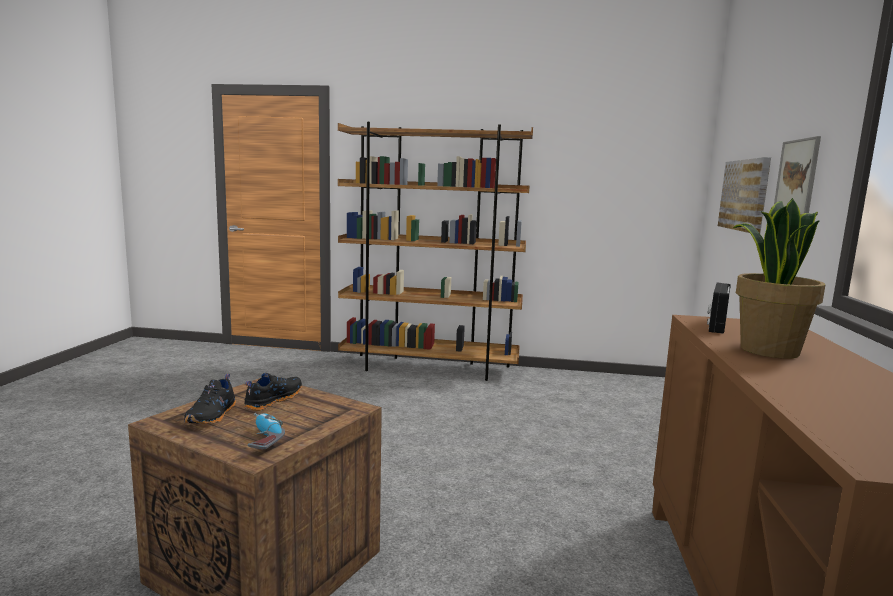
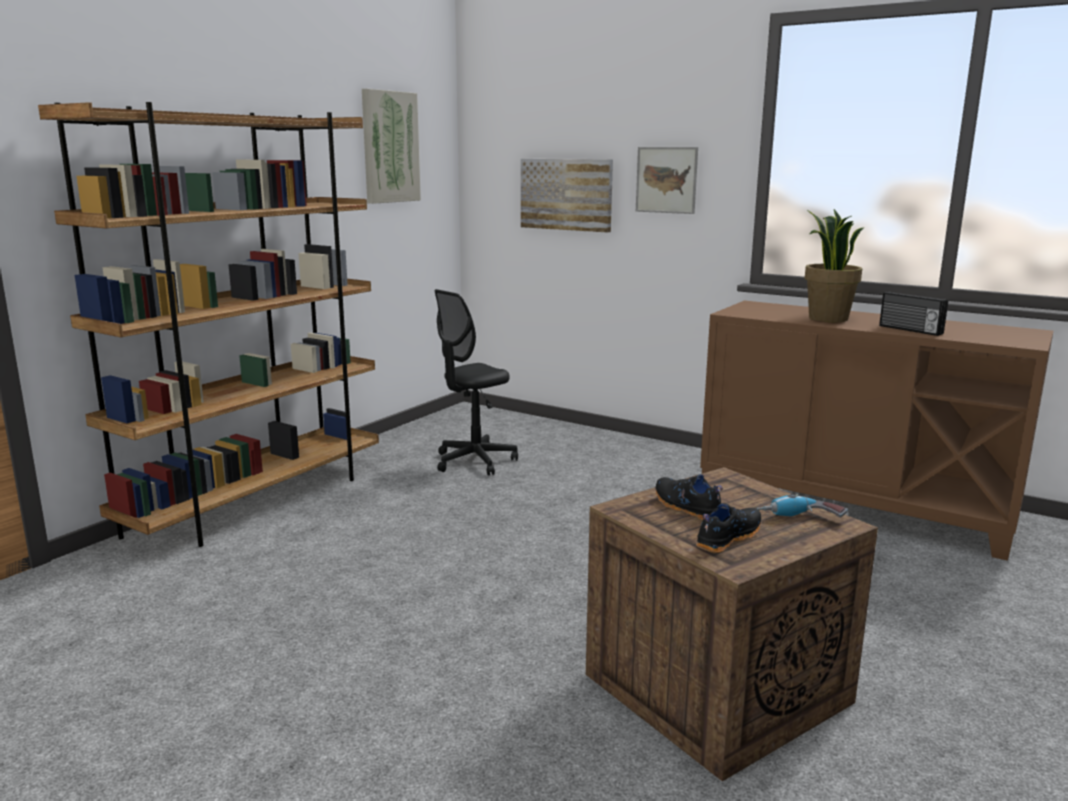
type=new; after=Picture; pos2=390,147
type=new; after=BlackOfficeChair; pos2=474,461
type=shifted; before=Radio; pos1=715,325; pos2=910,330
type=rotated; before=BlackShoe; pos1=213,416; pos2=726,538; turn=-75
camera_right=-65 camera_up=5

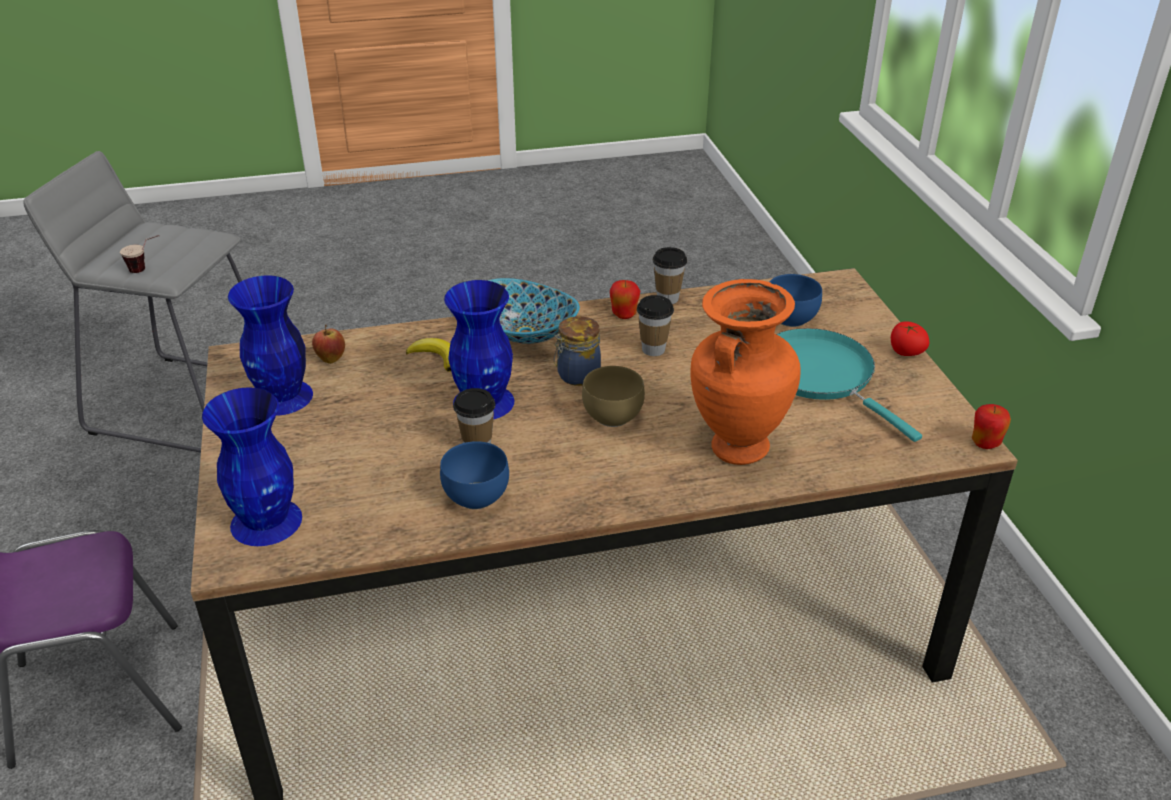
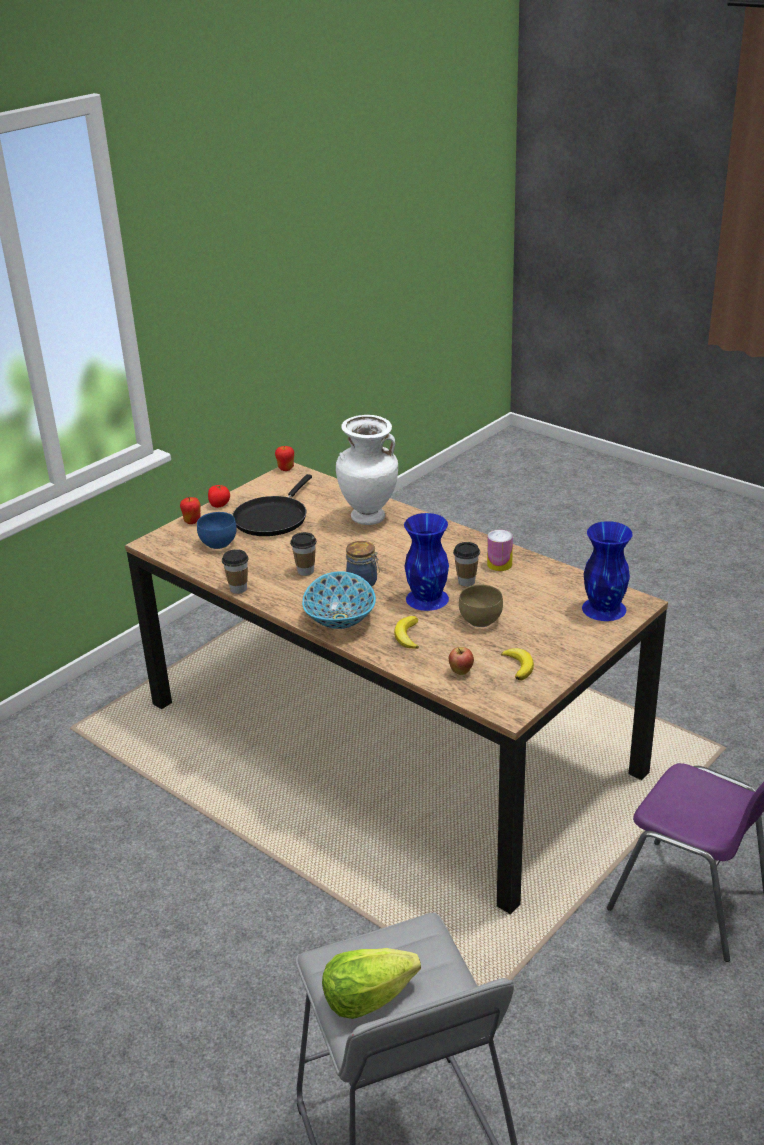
type=gone; before=Cup; pos1=146,269
type=new; after=Lettuce; pos2=367,998
type=shifted; before=BrownBowl; pos1=615,416; pos2=479,620
type=shifted; before=Apple; pos1=624,315; pos2=192,521
type=swapped; before=BlueVase; after=Banana; pos1=281,397; pos2=519,666
type=swapped; before=BlueBowl; after=Can; pos1=478,496; pos2=499,564
type=repainted; before=OrangeVase; after=WhiteVase; pos1=736,448; pos2=369,518
type=repainted; before=TurquoiseFryingPan; after=BlackFryingPan; pos1=821,376; pos2=272,518
camera_right=-125 camera_up=-5

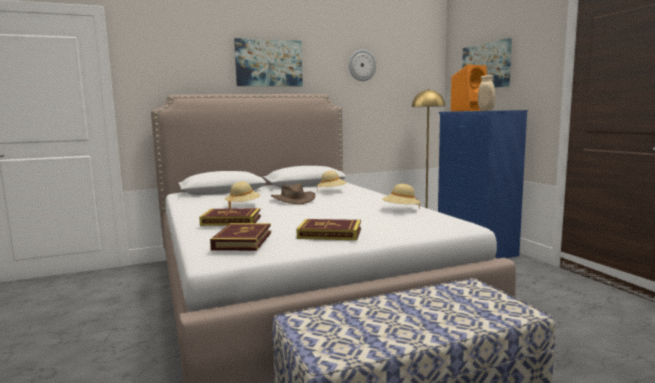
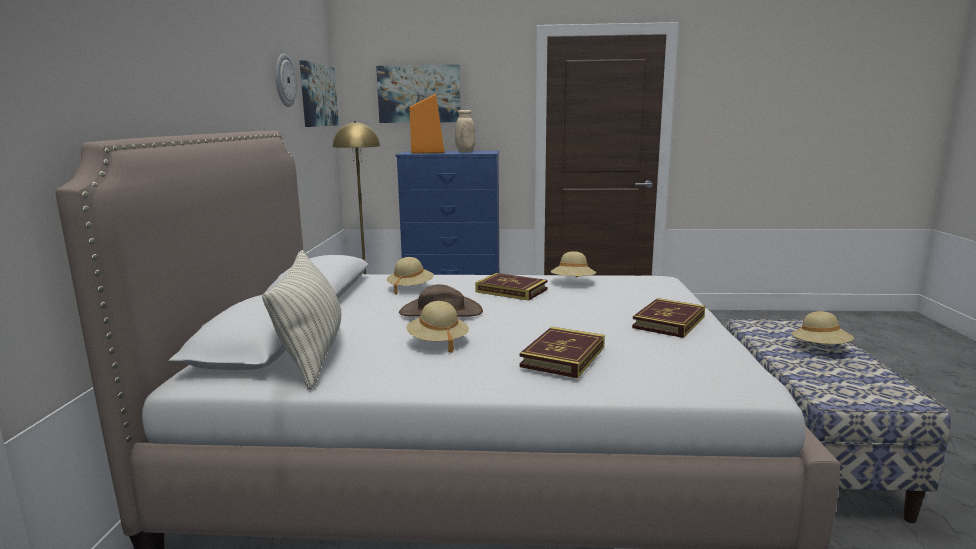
type=new; after=Pillow; pos2=312,353
type=new; after=BeigeHat; pos2=820,348
type=shifted; before=Book; pos1=242,241; pos2=511,290
type=shifted; before=Picture; pos1=269,63; pos2=318,95
camera_right=-65 camera_up=5

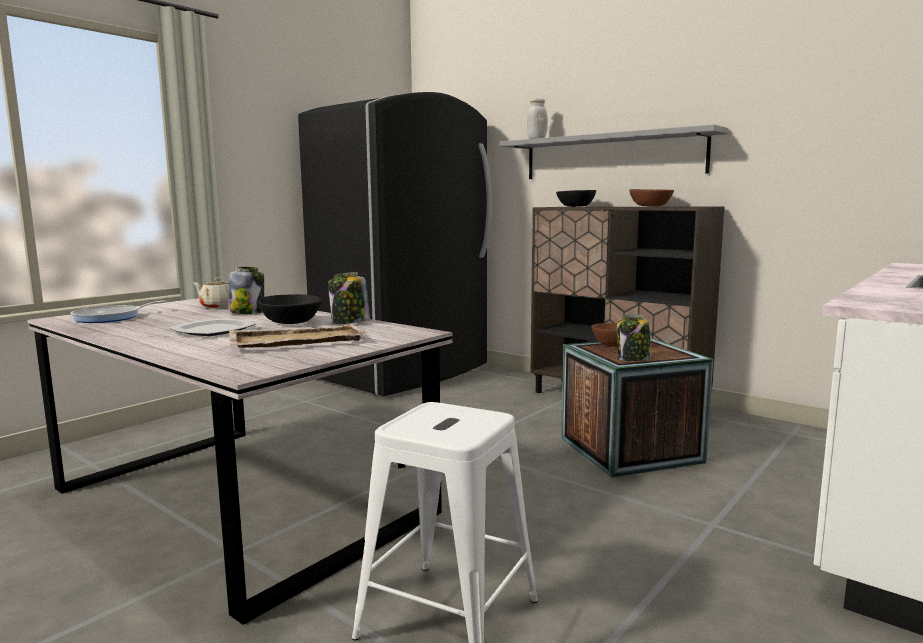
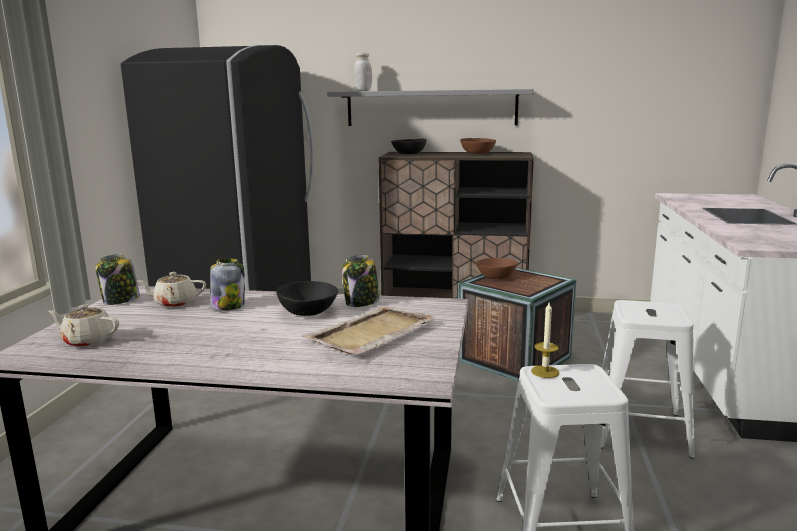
type=gone; before=Plate; pos1=214,330
type=new; after=Candle; pos2=545,372
type=new; after=WhiteStool; pos2=640,430
type=shifted; before=Jar; pos1=633,359; pos2=120,300
type=swapped; before=FryingPan; after=BeigeTeapot; pos1=111,317; pos2=87,341
camera_right=-30 camera_up=5

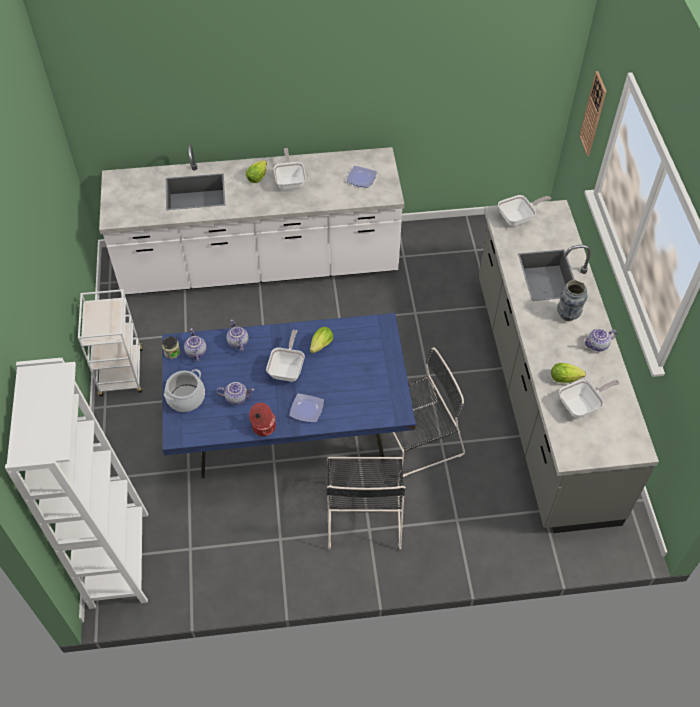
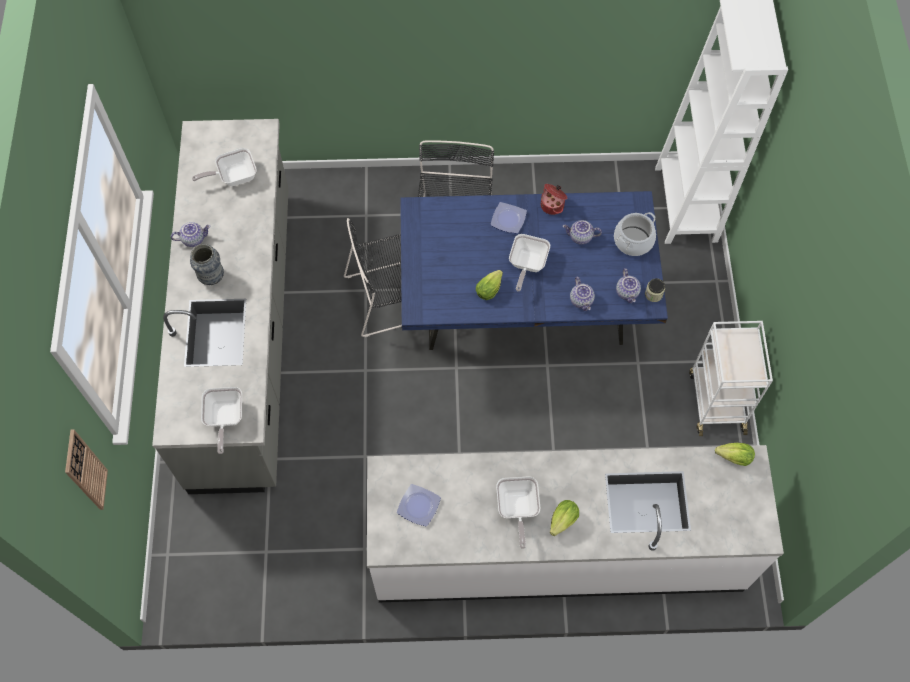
type=shifted; before=Lettuce; pos1=566,378; pos2=731,457
type=rotated; before=FryingPan; pos1=518,218; pos2=224,419; turn=-75
camera_right=-175 camera_up=10

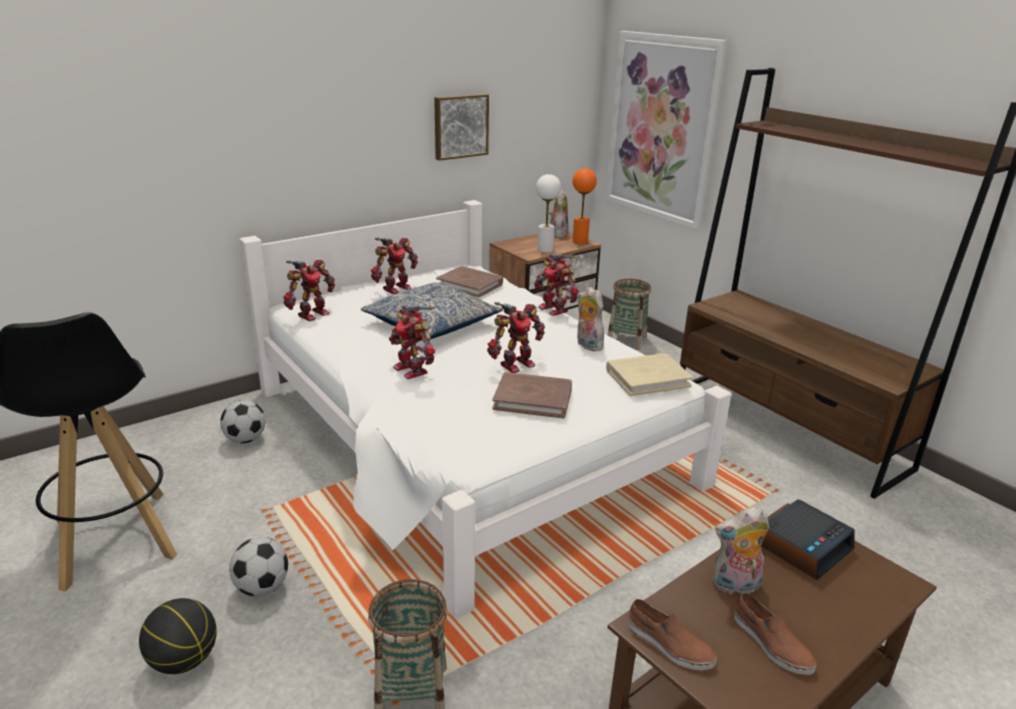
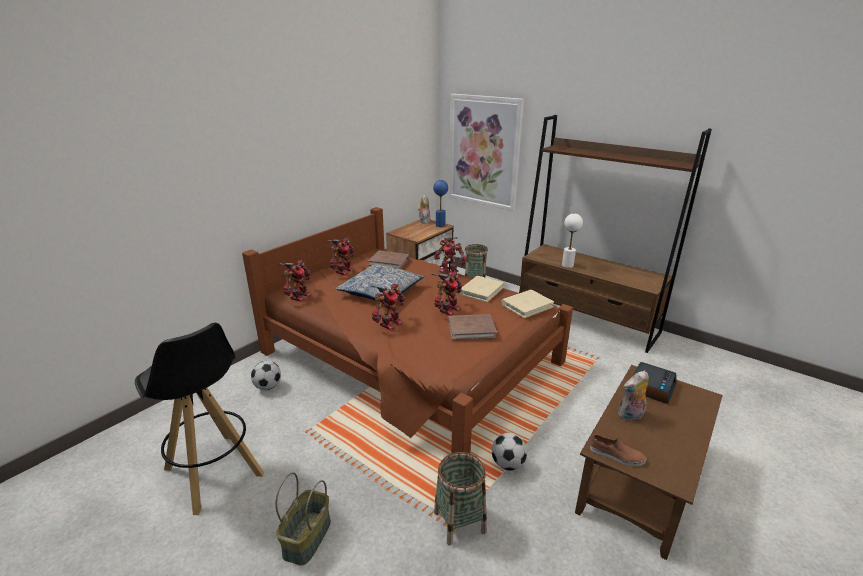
type=gone; before=Picture; pos1=460,126
type=gone; before=BrownShoe; pos1=771,643
type=shifted; before=Football; pos1=262,587; pos2=507,464
type=shifted; before=WhiteTableLamp; pos1=545,250; pos2=567,265
type=swapped; before=Basketball; after=Basket; pos1=184,660; pos2=308,538
type=swapped; before=PlushToy; after=BeigeBook; pos1=587,345; pos2=481,291
type=repainted; before=WhiteBed; after=BrownBed; pos1=467,436; pos2=410,358
type=repainted; before=OrangeTableLamp; after=BlueTableLamp; pos1=580,241; pos2=440,225
type=rotated; before=ToyRobot; pos1=412,369; pos2=389,323; turn=-90
camera_right=-15 camera_up=0

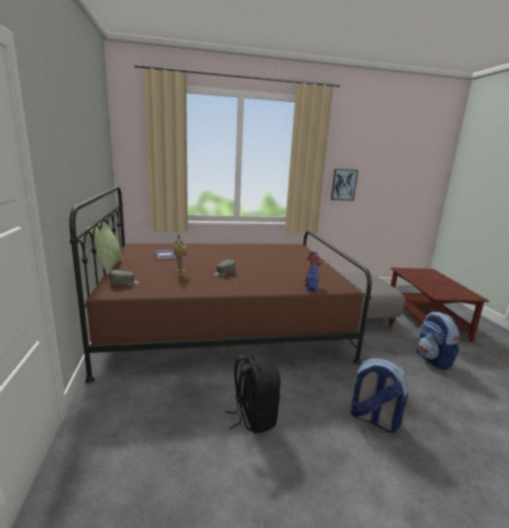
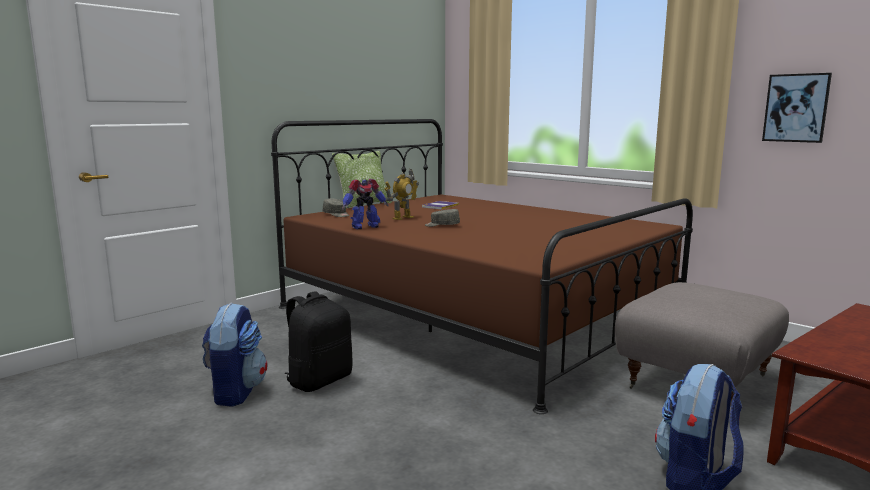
type=shifted; before=ToyRobot; pos1=311,288; pos2=364,227
type=shifted; before=Backpack; pos1=373,419; pos2=236,392
camera_right=55 camera_up=-5

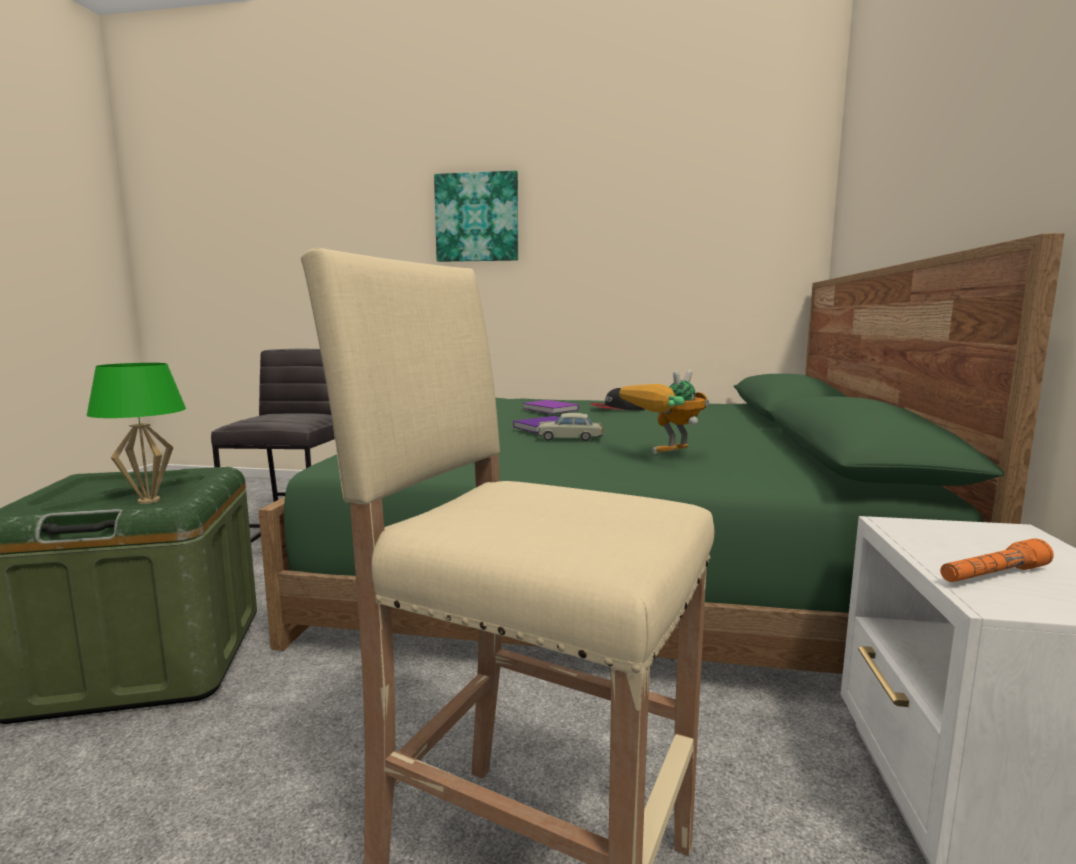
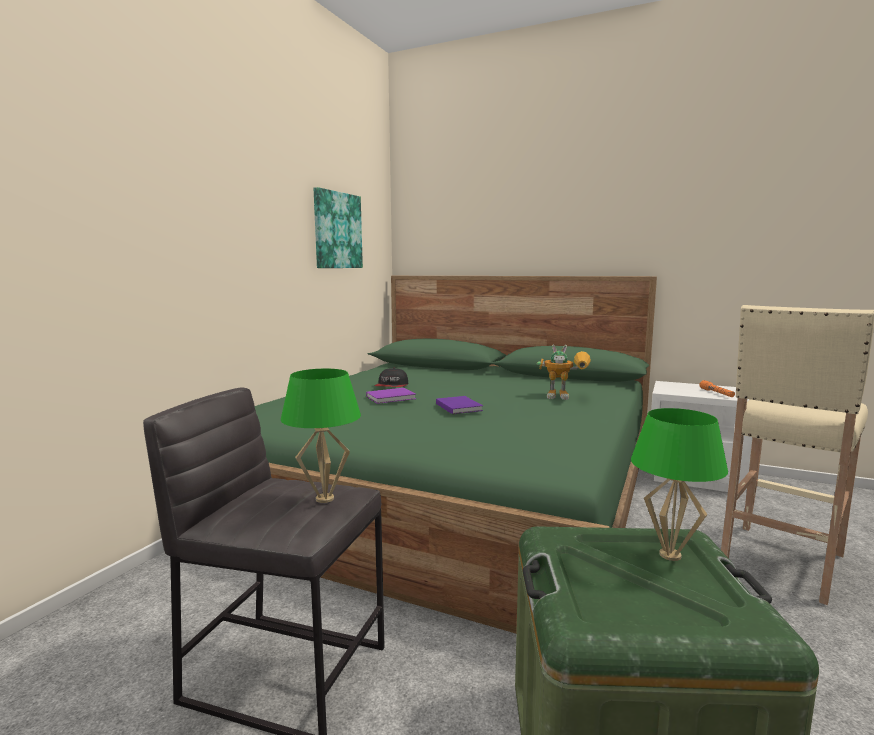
type=gone; before=BeigeToyCar; pos1=570,438
type=new; after=GreenTableLamp; pos2=325,499
type=shifted; before=Picture; pos1=477,218; pos2=337,230
type=rotated; before=ToyRobot; pos1=665,457; pos2=566,397; turn=-60
camera_right=-75 camera_up=0

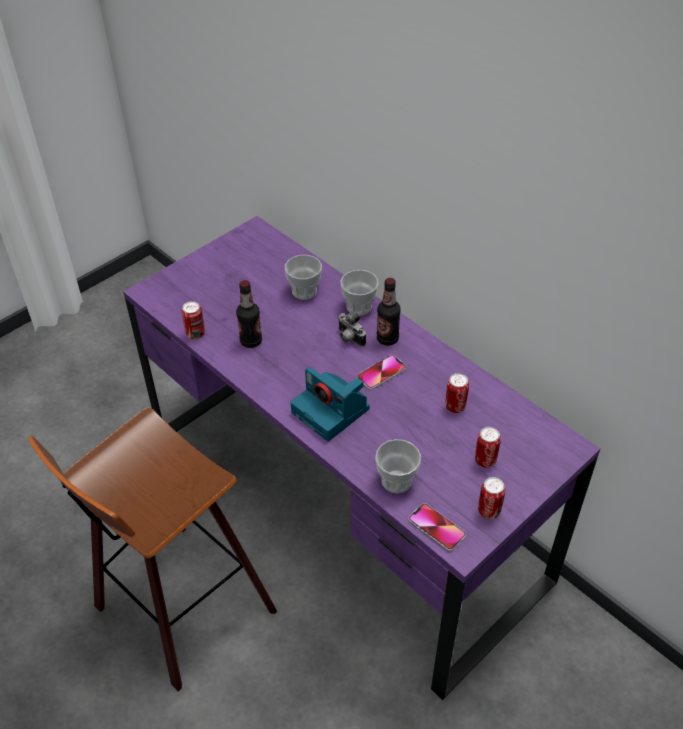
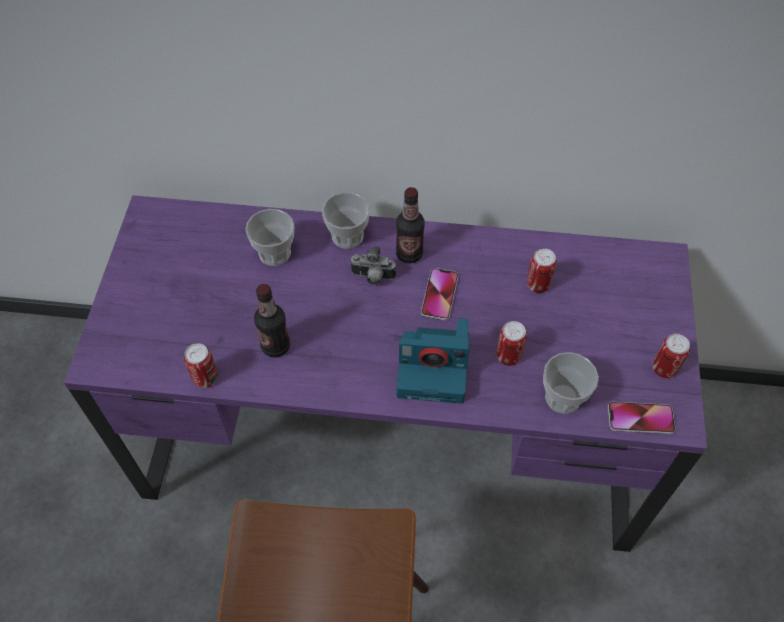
type=shifted; before=Can; pos1=485,460; pos2=508,356
camera_right=-40 camera_up=10

